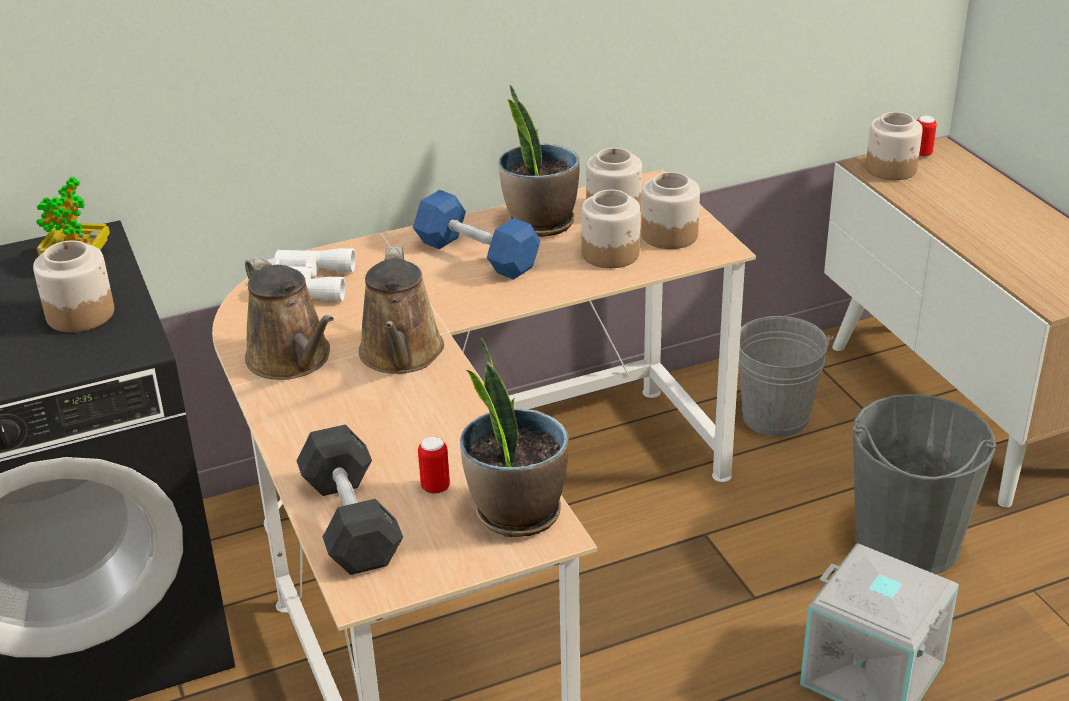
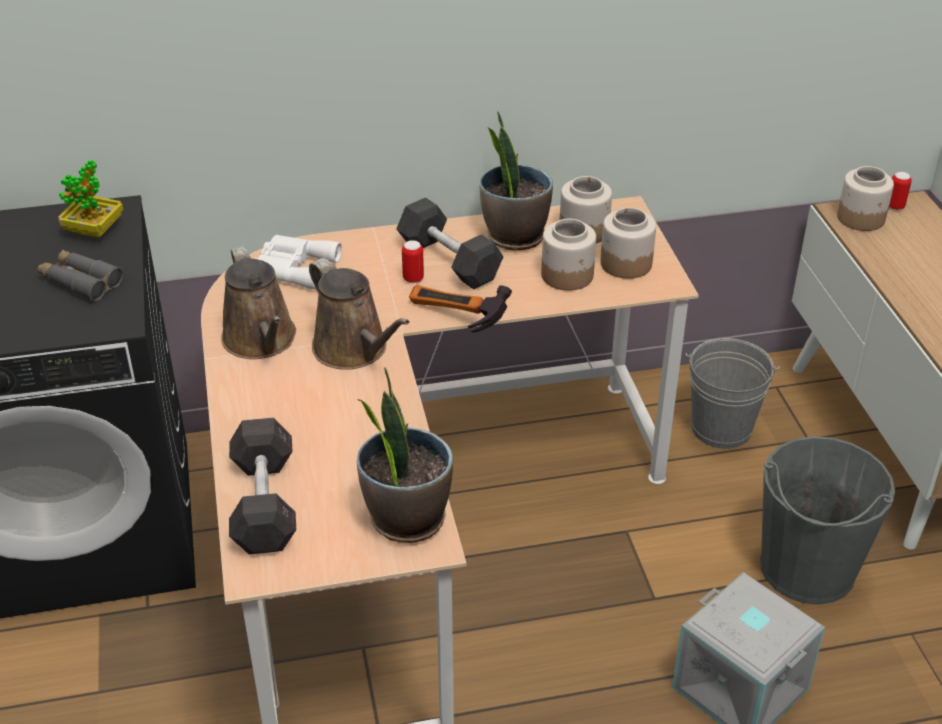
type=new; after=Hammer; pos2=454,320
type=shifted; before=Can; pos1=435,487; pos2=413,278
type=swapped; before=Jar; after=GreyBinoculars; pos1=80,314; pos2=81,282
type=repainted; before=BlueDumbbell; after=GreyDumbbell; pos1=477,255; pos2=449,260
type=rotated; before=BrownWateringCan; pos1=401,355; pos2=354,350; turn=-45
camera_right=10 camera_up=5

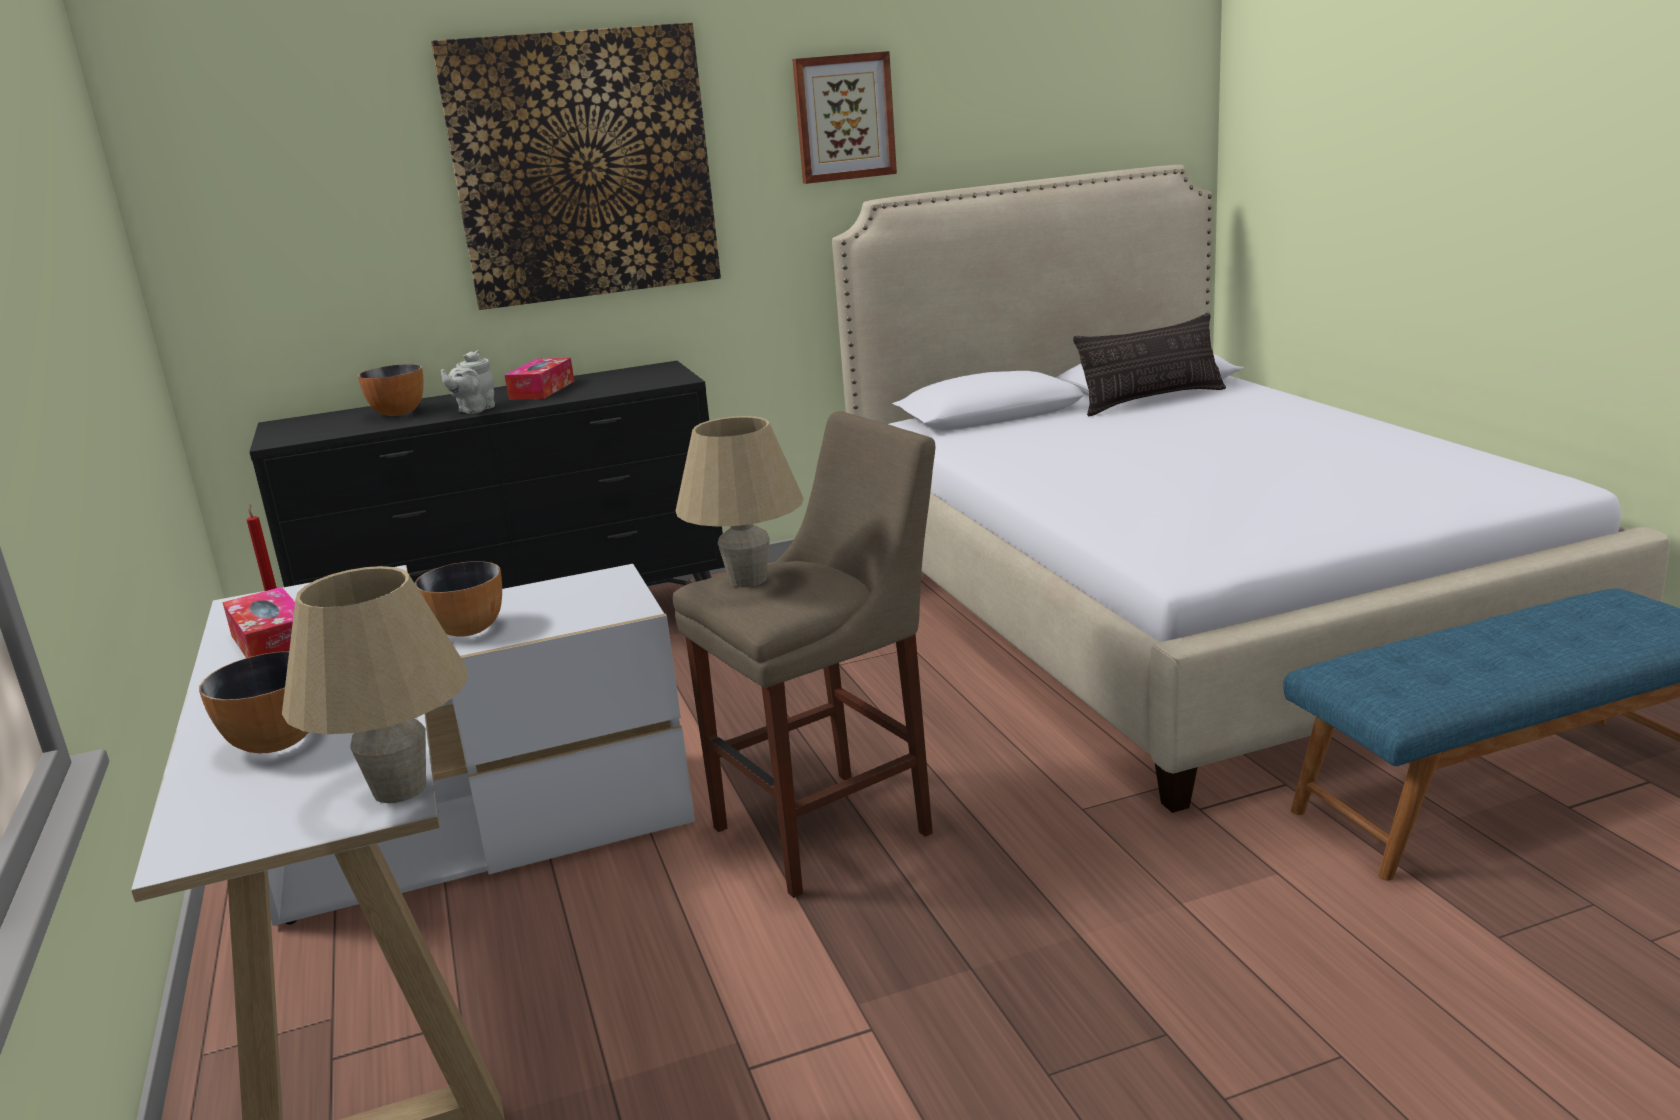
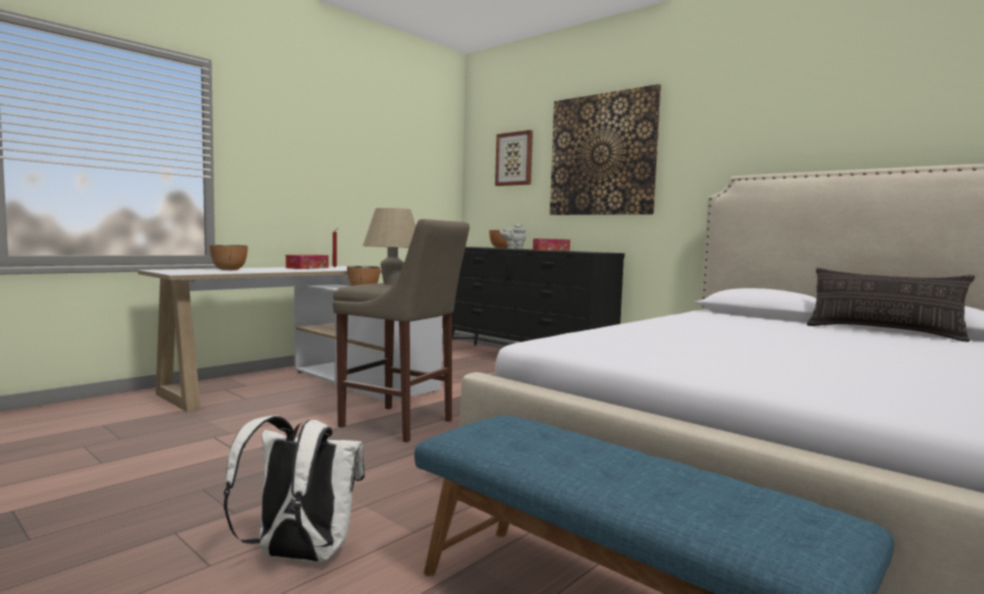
type=gone; before=BeigeTableLamp; pos1=400,789
type=new; after=WhiteBackpack; pos2=298,556
type=shifted; before=Picture; pos1=844,117; pos2=514,159
camera_right=60 camera_up=-15

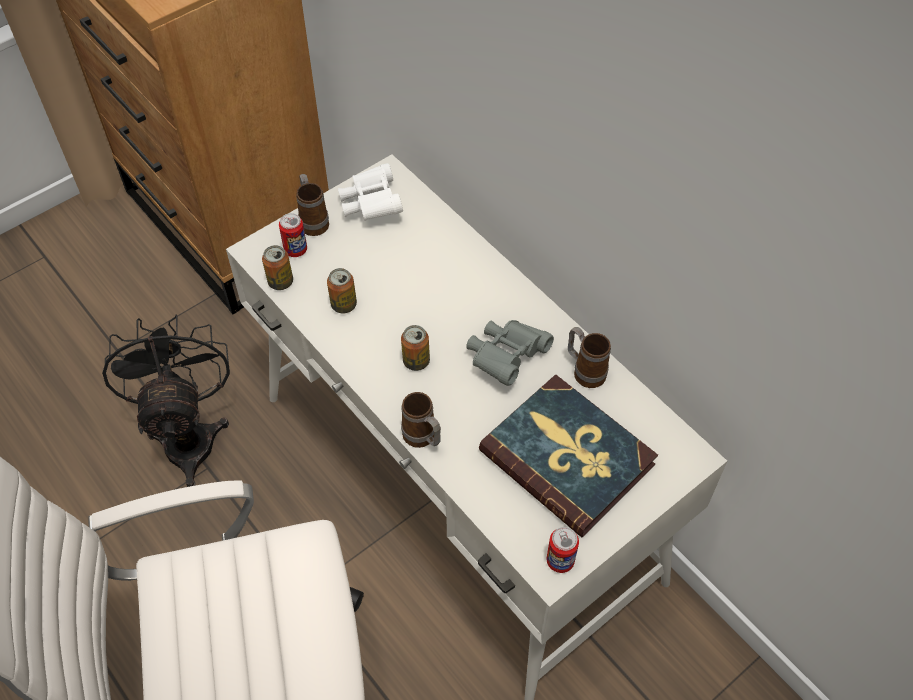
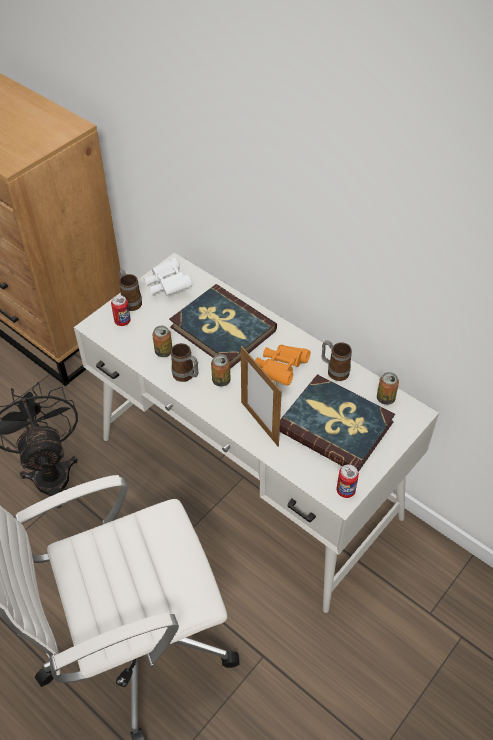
type=new; after=Book; pos2=222,329
type=new; after=PictureFrame; pos2=259,423
type=shifted; before=Can; pos1=280,282; pos2=385,398
type=shifted; before=Mug; pos1=423,439; pos2=186,376
type=repainted; before=GreyBinoculars; after=OrangeBinoculars; pos1=506,357; pos2=280,369
camera_right=-10 camera_up=-5

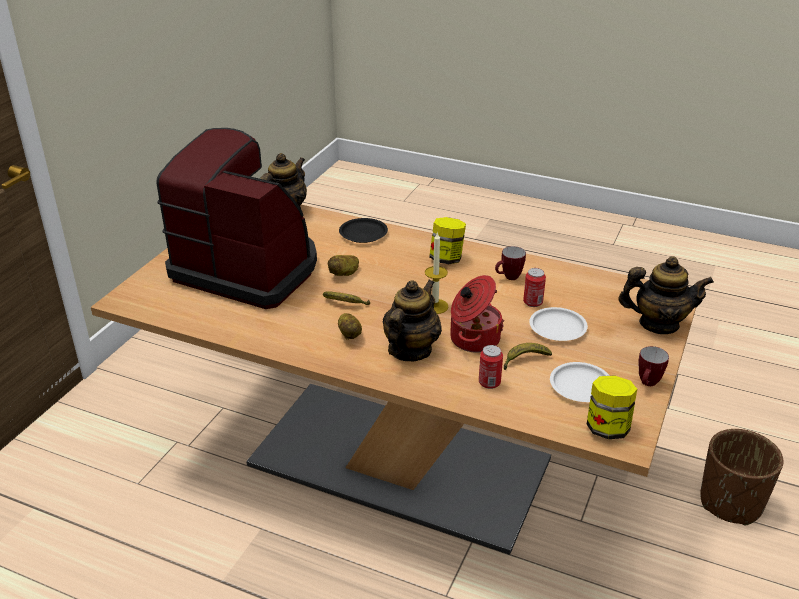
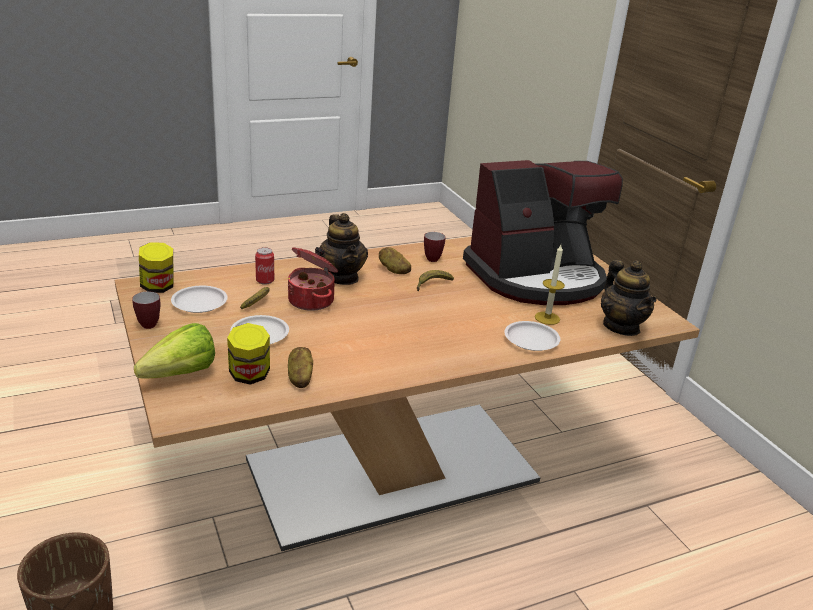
type=gone; before=Can; pos1=533,302
type=shifted; before=Potato; pos1=344,274; pos2=299,378
type=shifted; before=Candle; pos1=435,306; pos2=547,318
type=shifted; before=Jar; pos1=446,259; pos2=249,376
type=shifted; before=Mug; pos1=508,278; pos2=433,258
type=swapped; before=Teapot; after=Lettuce; pos1=658,324; pos2=173,376
type=repainted; before=BlackPlate; after=WhitePlate; pos1=363,233; pos2=531,339
camera_right=130 camera_up=-5

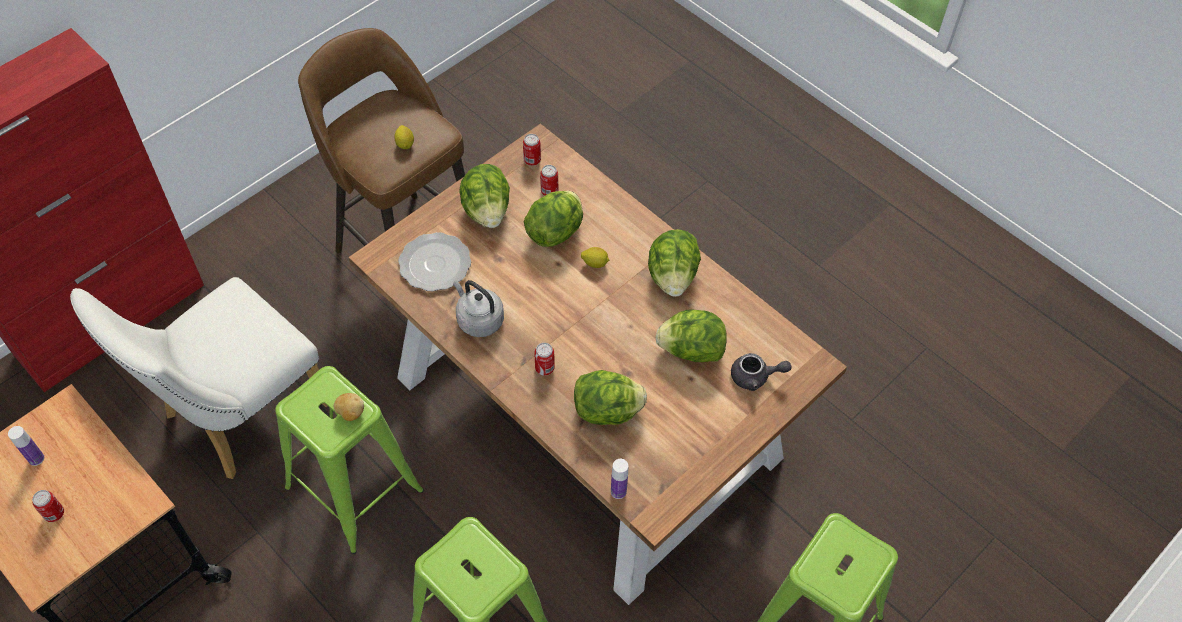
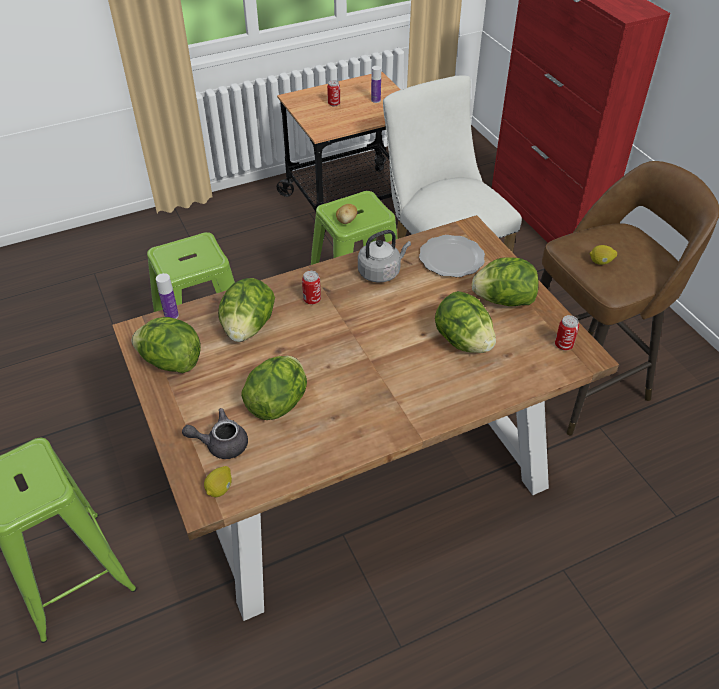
type=gone; before=Can; pos1=549,191
type=shifted; before=Lemon; pos1=595,263; pos2=220,489
type=shifted; before=Lettuce; pos1=672,277; pos2=171,362
type=rotated; before=GreyTeapot; pos1=755,377; pos2=221,444; turn=60
camera_right=110 camera_up=-10

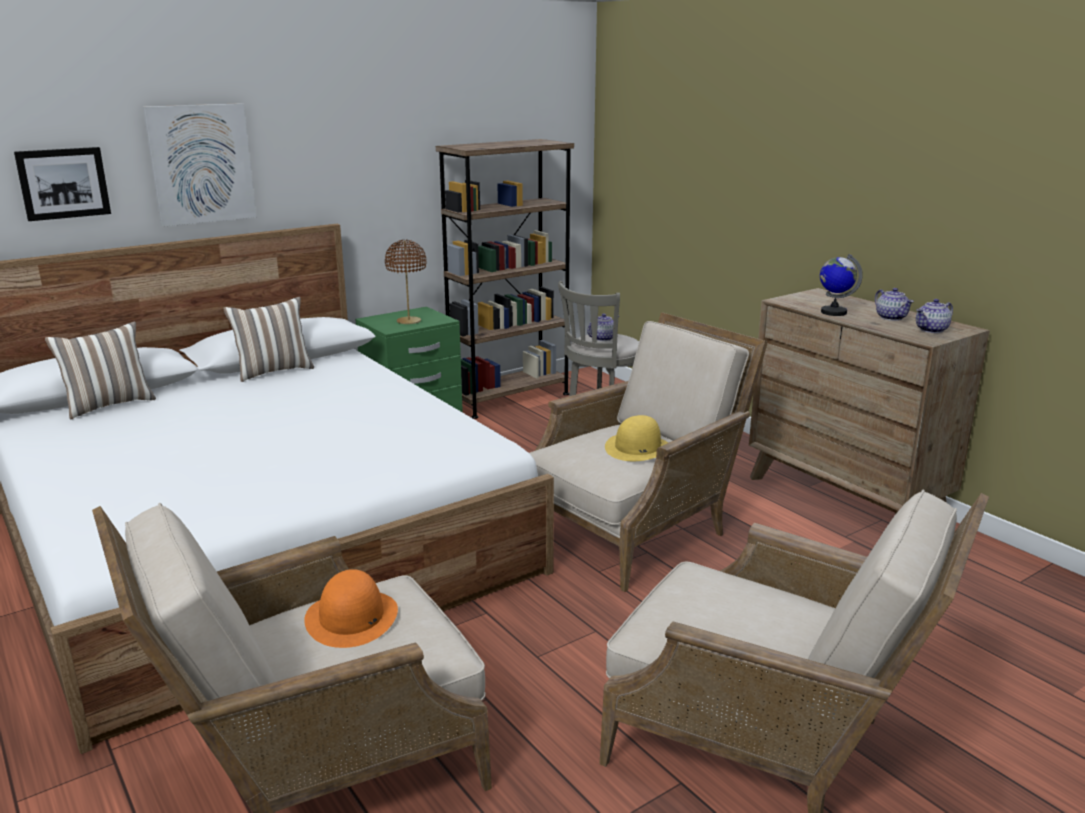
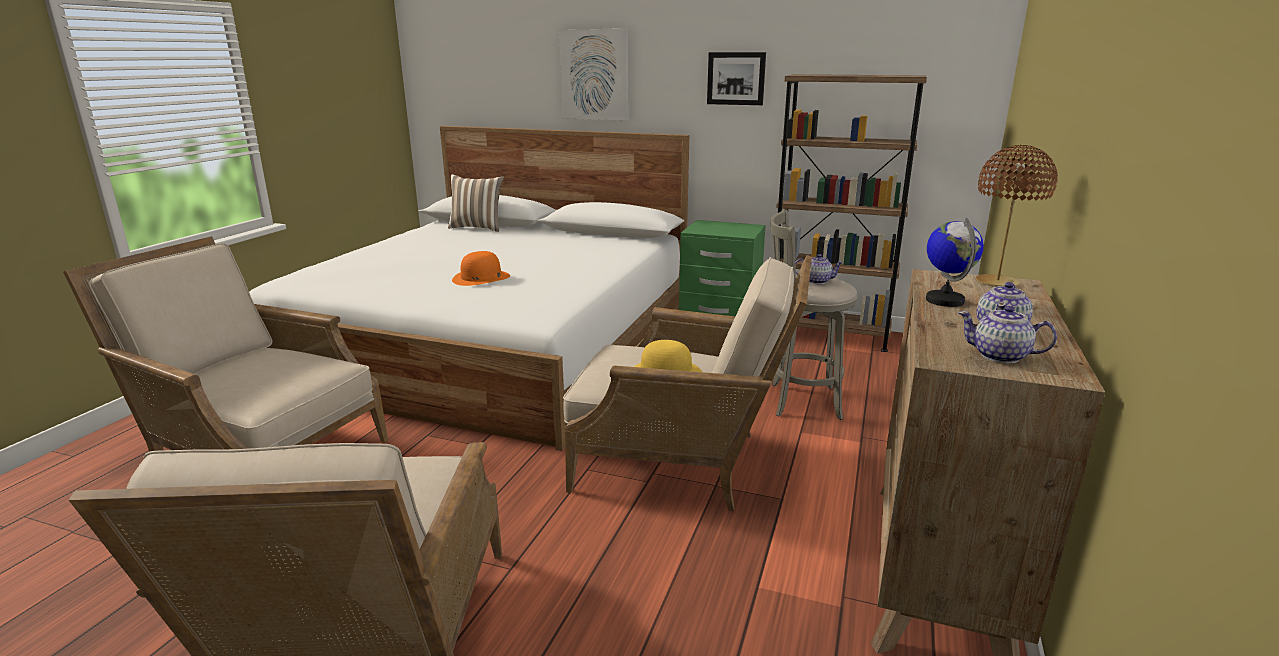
type=gone; before=Pillow; pos1=273,371
type=shifted; before=Picture; pos1=63,183; pos2=736,78
type=shifted; before=OrangeHat; pos1=352,618; pos2=481,278
type=shifted; before=BrownTableLamp; pos1=409,321; pos2=997,283
camera_right=55 camera_up=0

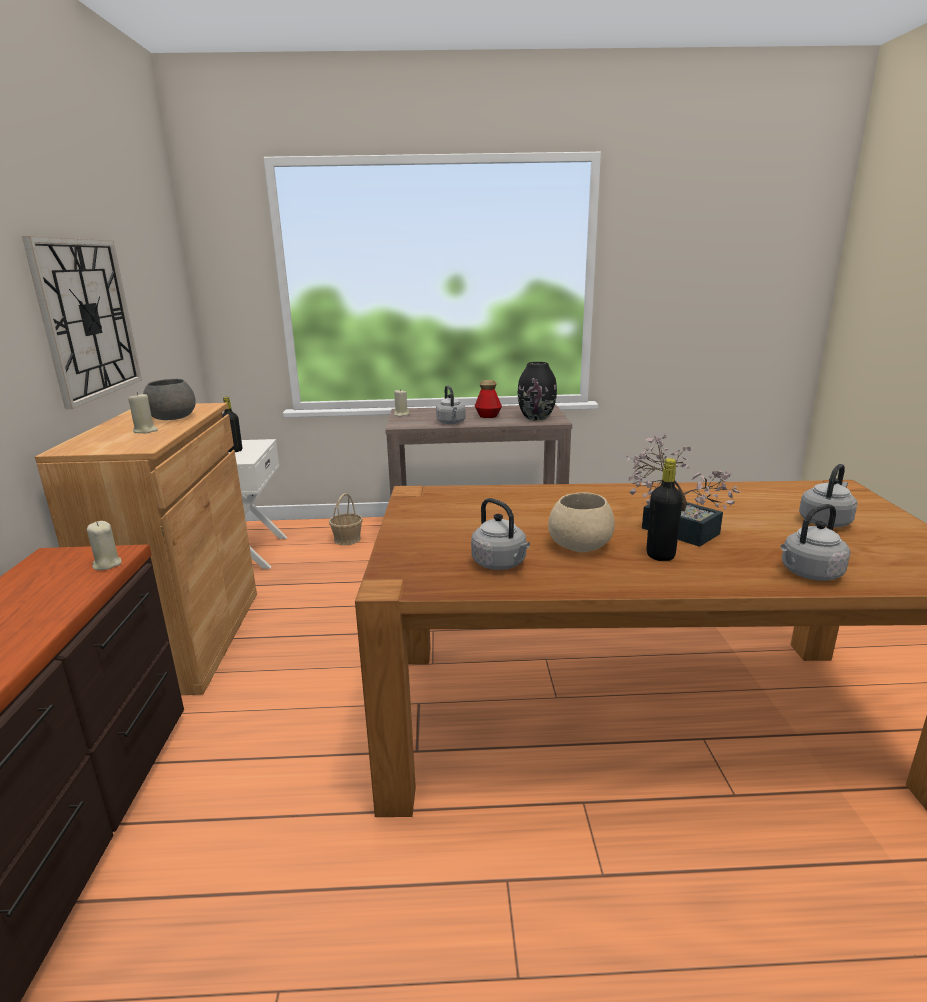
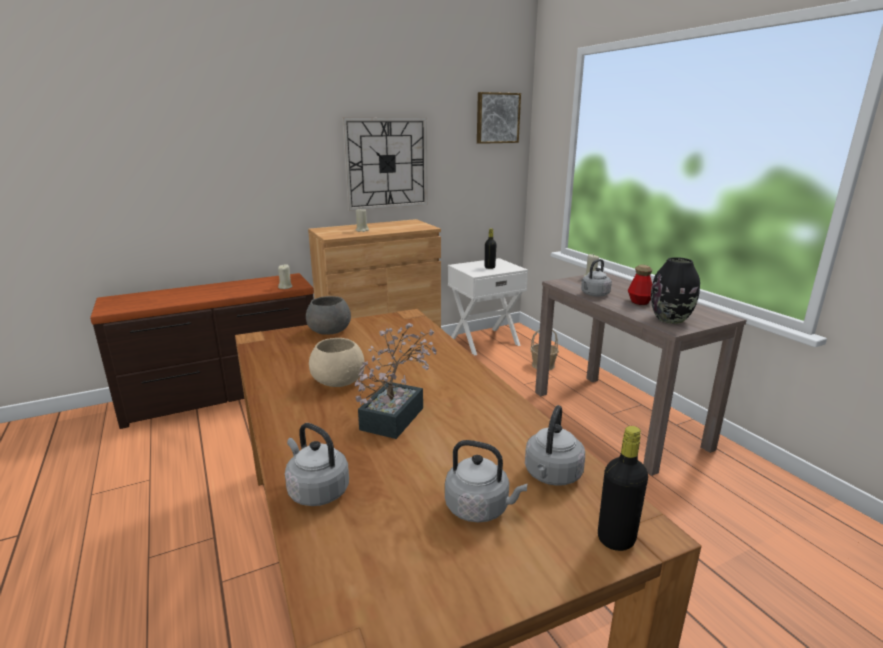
type=new; after=Picture; pos2=497,118
type=shifted; before=GreyBowl; pos1=173,417; pos2=330,330
type=shifted; before=GreyKettle; pos1=501,564; pos2=552,476
type=shifted; before=BlackBottle; pos1=660,555; pos2=616,539
camera_right=65 camera_up=0

